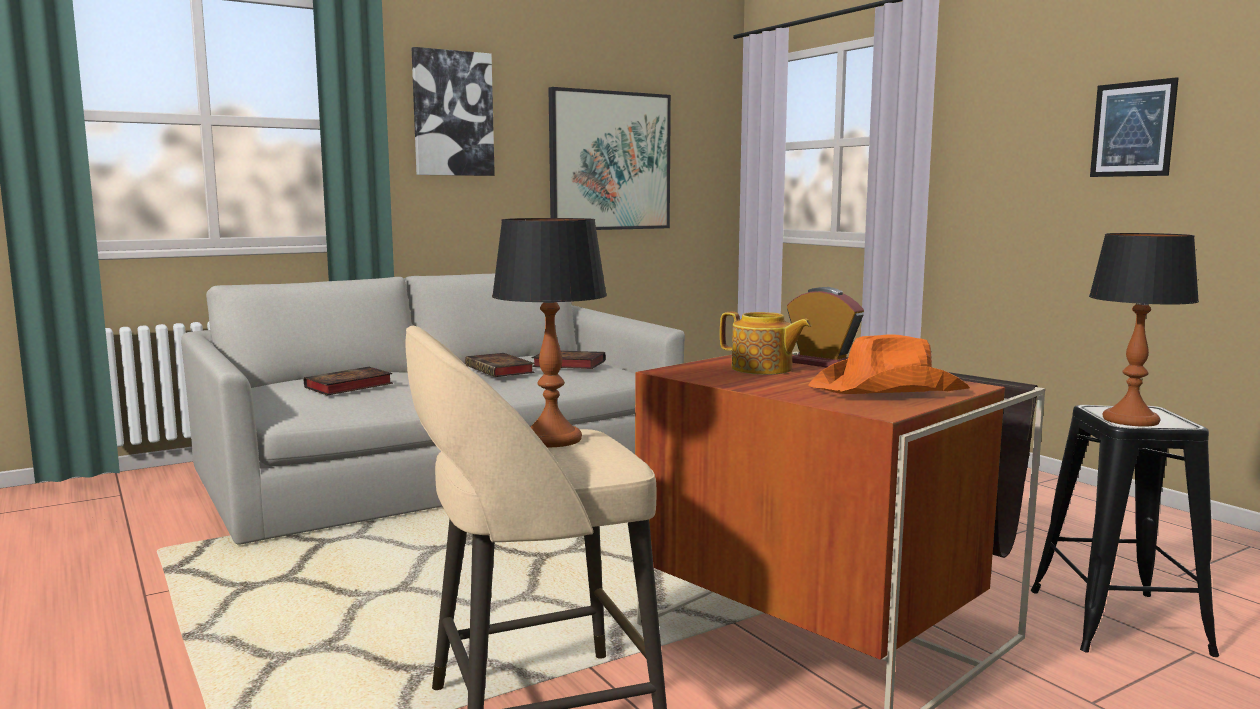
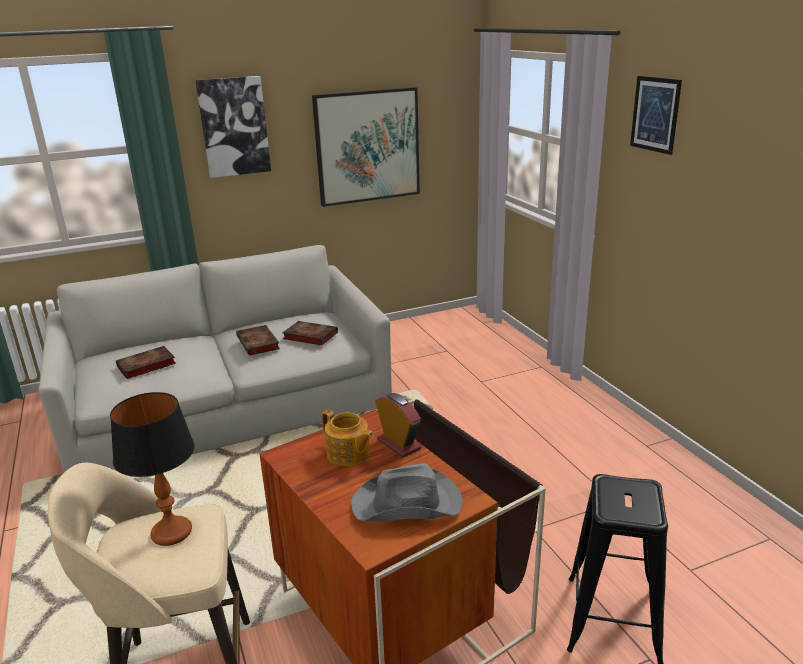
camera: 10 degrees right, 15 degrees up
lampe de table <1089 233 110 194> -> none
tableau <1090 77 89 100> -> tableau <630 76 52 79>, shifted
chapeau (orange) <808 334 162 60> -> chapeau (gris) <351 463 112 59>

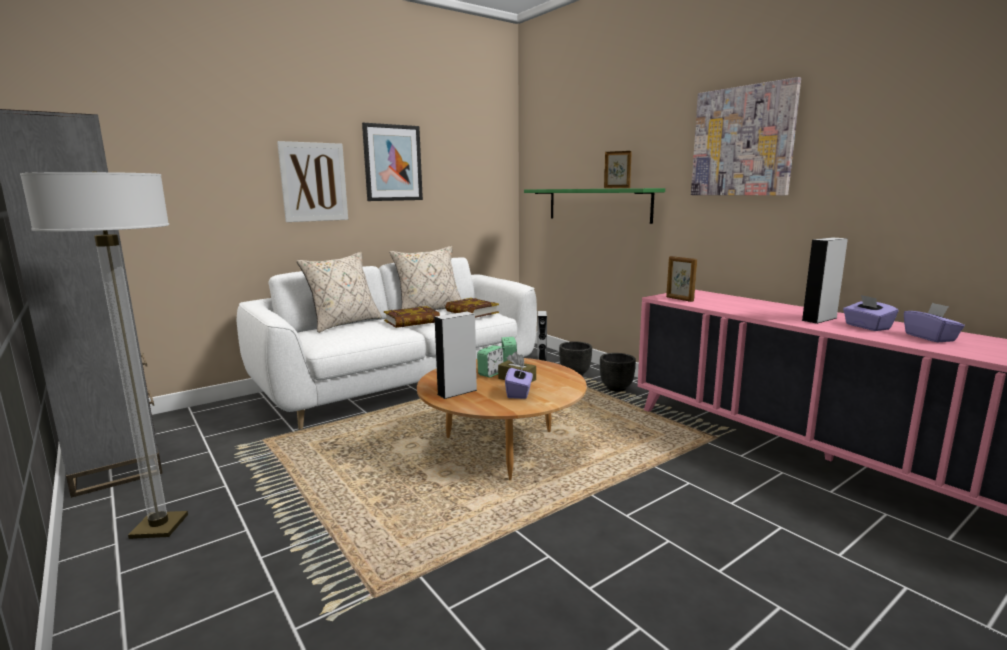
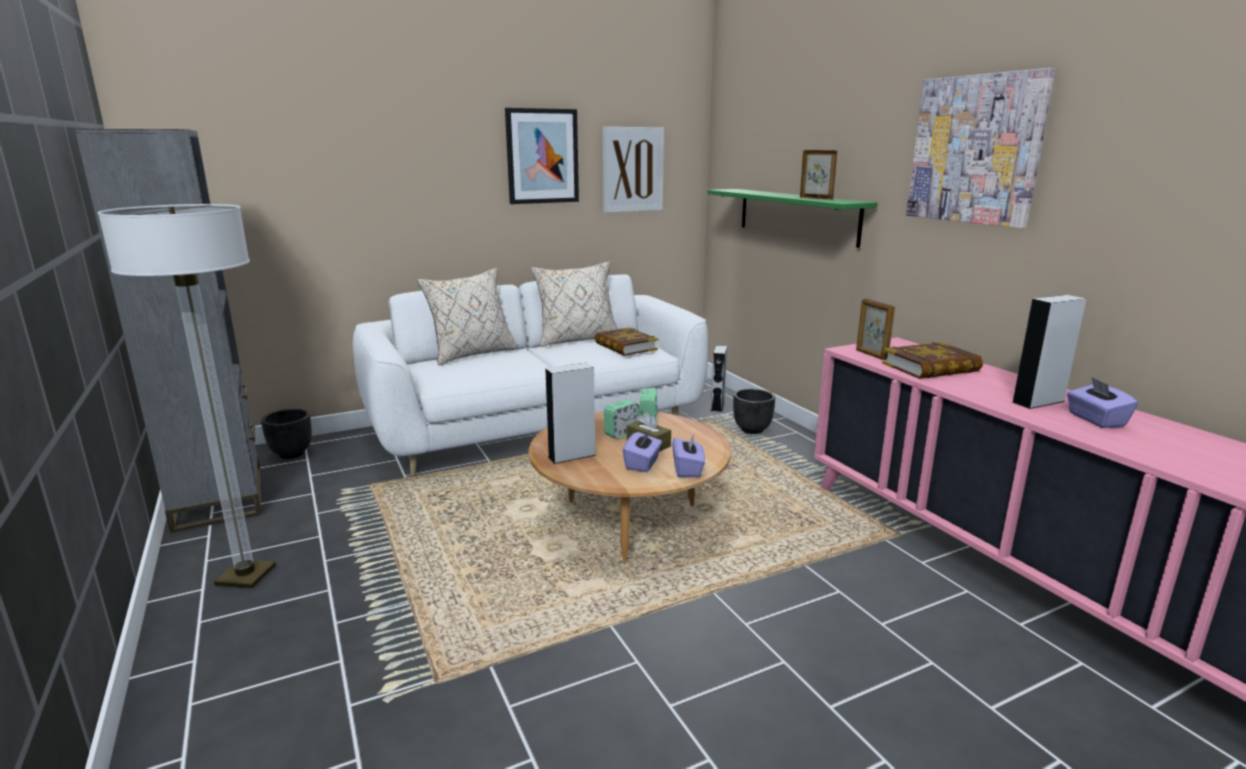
camera: 10 degrees right, 5 degrees up
tableau <277 141 71 81> -> tableau <602 127 62 86>, shifted
livre <384 306 56 22> -> livre <882 342 101 37>, shifted
cache-pot (noir) <600 353 36 39> -> cache-pot (noir) <261 409 51 50>, shifted
boîte à mouchoirs (violet) <904 302 61 40> -> boîte à mouchoirs (violet) <672 433 33 44>, shifted

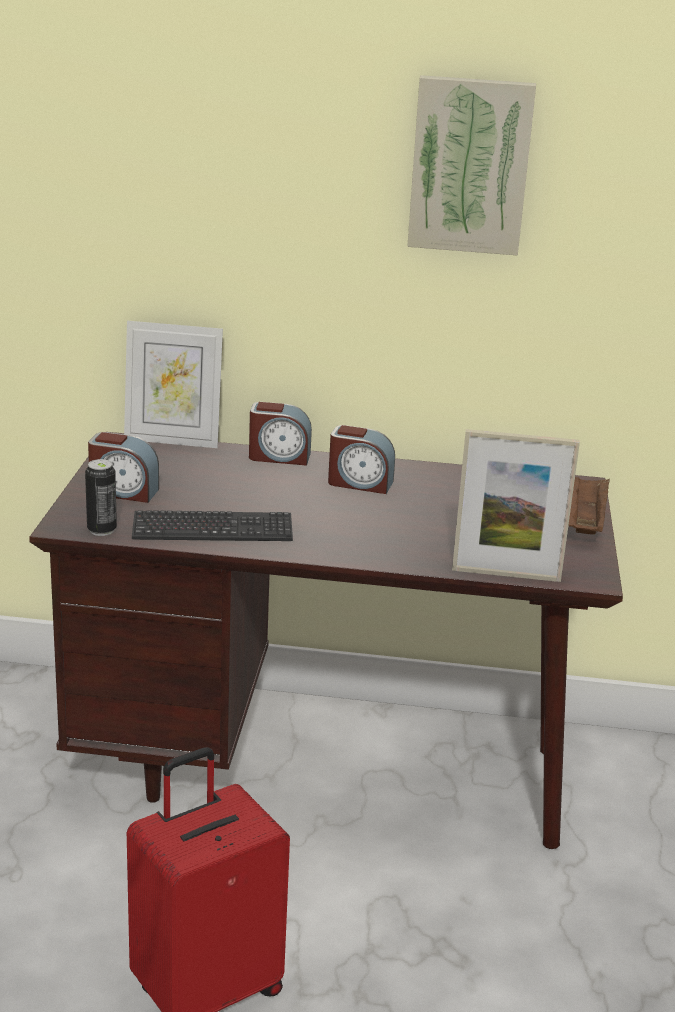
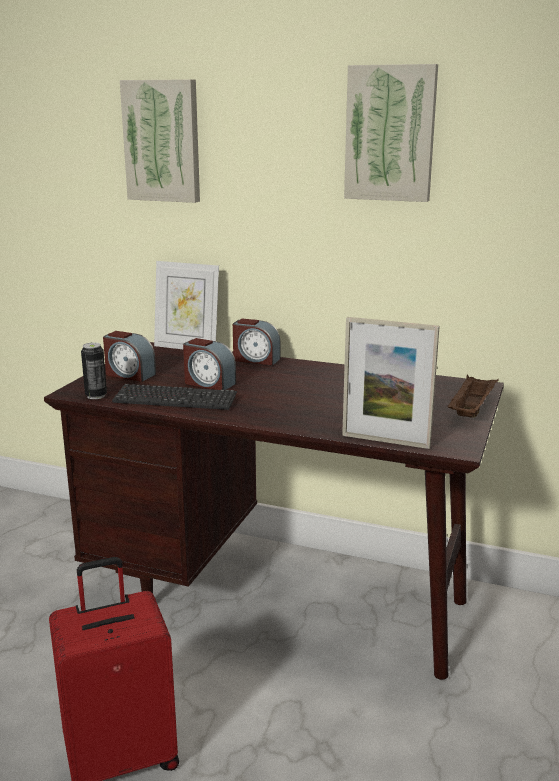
camera: 15 degrees right, 5 degrees down
none -> tableau <120 79 80 124>
réveil <328 425 67 69> -> réveil <183 338 53 52>, shifted

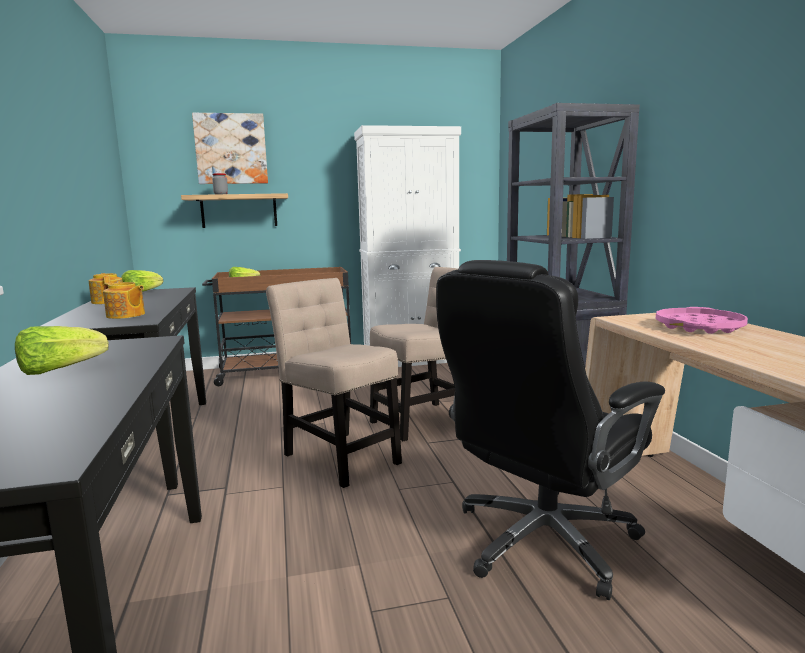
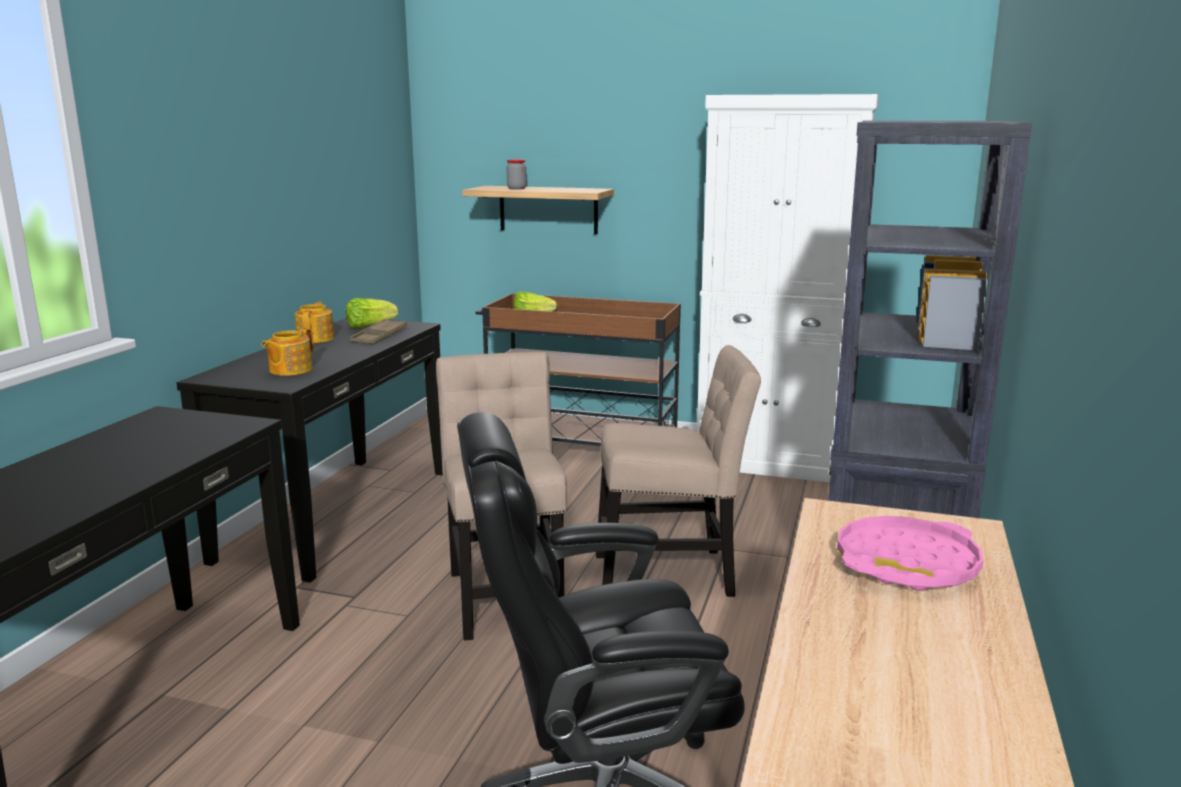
camera: 30 degrees right, 5 degrees up
laitue <15 326 94 49> -> none
tableau <192 113 76 71> -> none
none -> plateau (marron) <350 319 57 25>
théière <103 282 42 37> -> théière <261 328 53 48>, 60 degrees clockwise

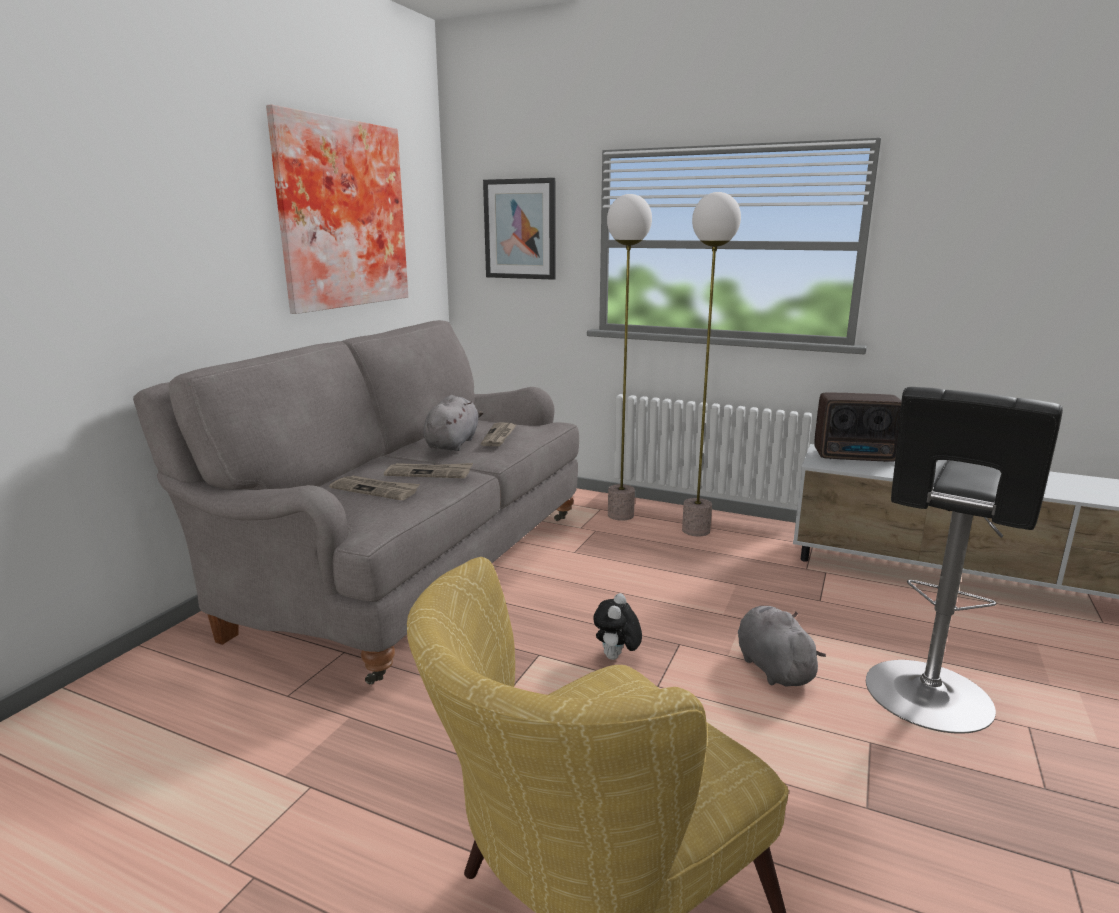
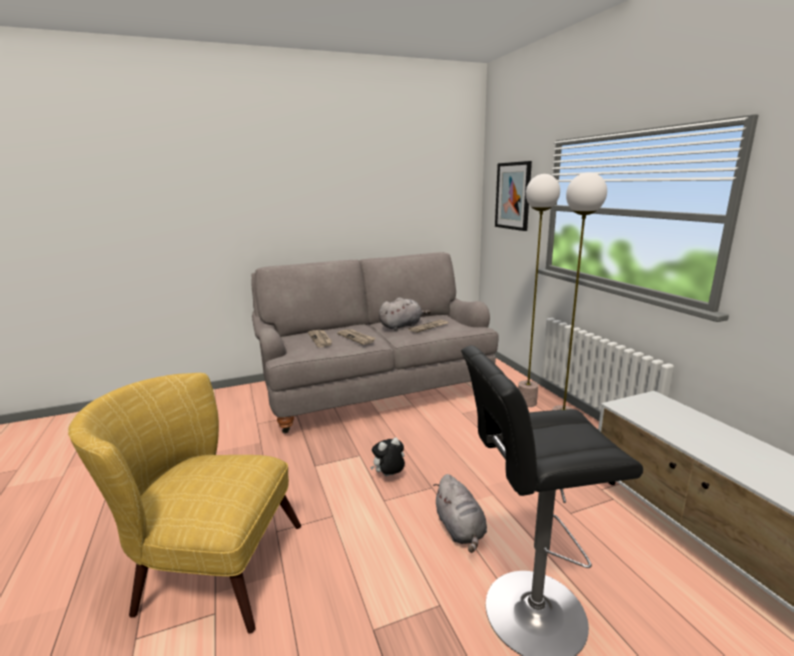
camera: 45 degrees right, 0 degrees up
tableau <266 104 142 210> -> none
radio <814 392 88 70> -> none
peluche (gris) <738 606 88 80> -> peluche (gris) <433 474 54 79>, 135 degrees clockwise

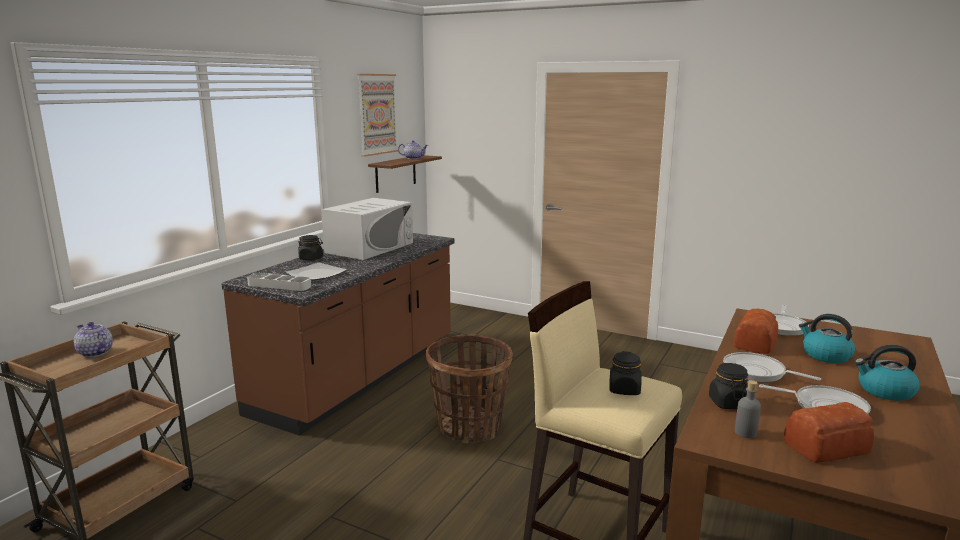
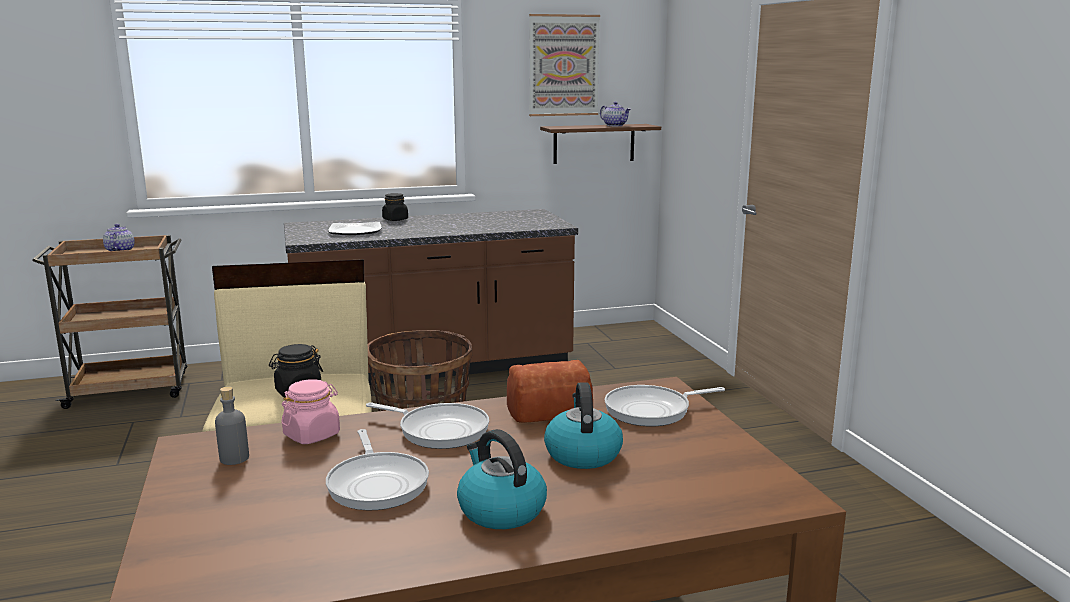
camera: 45 degrees right, 0 degrees up
plateau (gris) <247 273 64 18> -> none
micro-ondes (blanc) <321 198 92 62> -> none
pain <784 402 90 61> -> none
bocal (noir) <709 363 40 46> -> bocal (rose) <281 379 59 65>
poêle <723 352 98 30> -> poêle <366 402 123 47>, 120 degrees clockwise

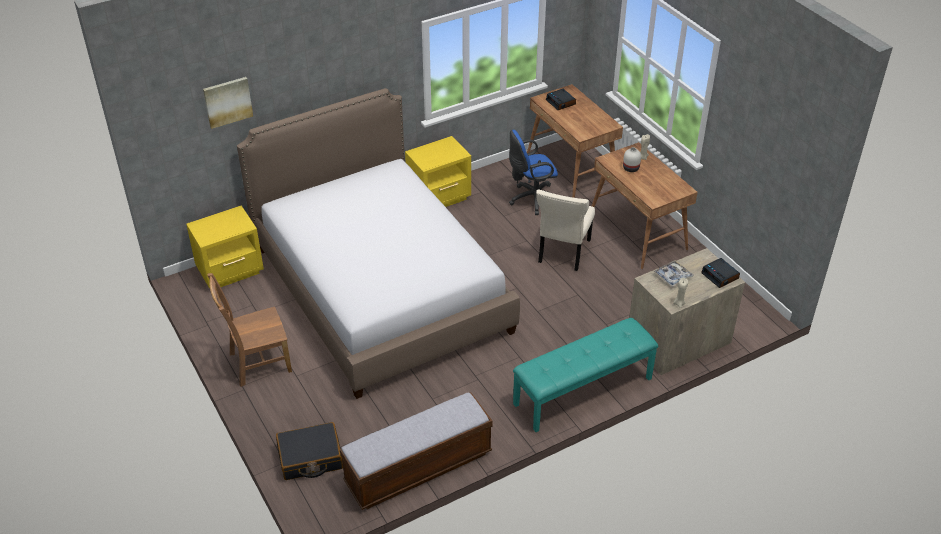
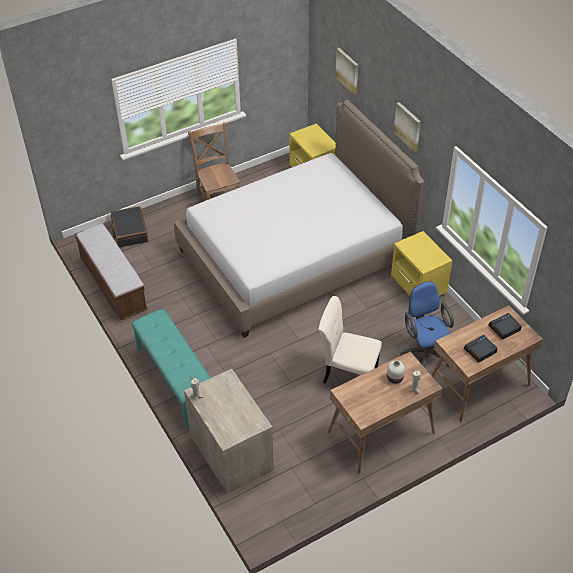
camera: 90 degrees right, 5 degrees up
plateau <654 260 39 27> -> none
none -> tableau <394 102 27 50>
réveil <701 258 39 30> -> réveil <464 335 34 28>, shifted

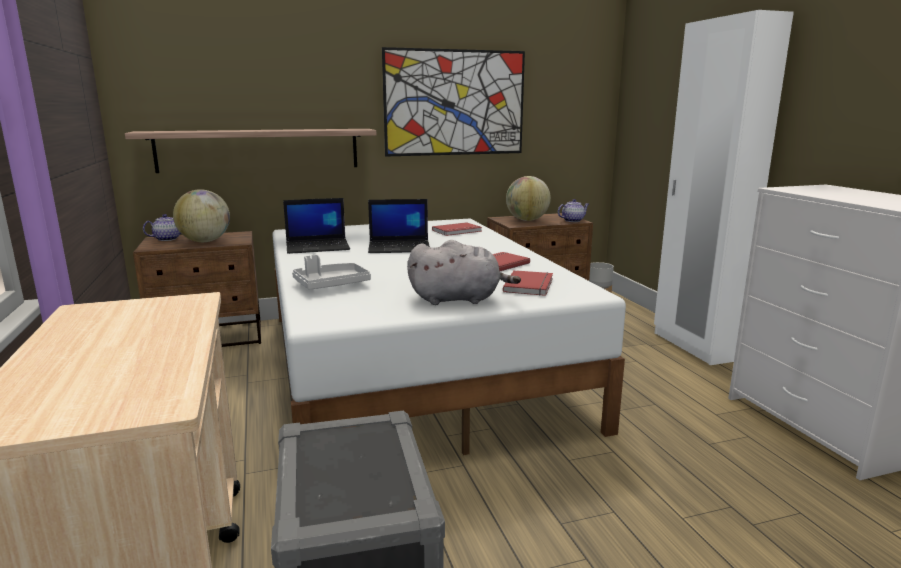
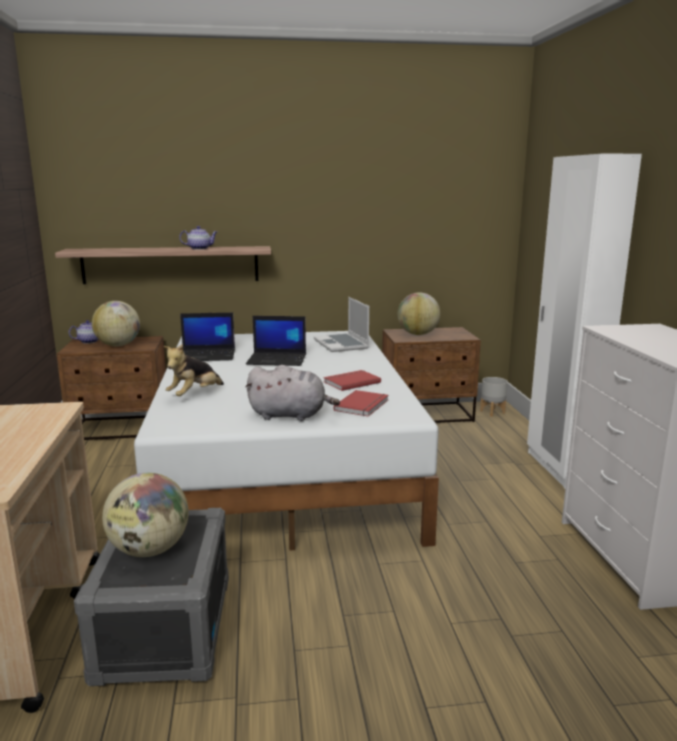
camera: 10 degrees right, 0 degrees up
tableau <382 47 143 109> -> none
none -> globe <102 473 87 84>
théière <558 199 31 23> -> théière <179 226 38 24>, shifted
plateau (gris) <292 255 79 35> -> peluche <164 344 60 52>
livre (rouge) <432 222 50 14> -> ordinateur portable <314 297 55 55>

